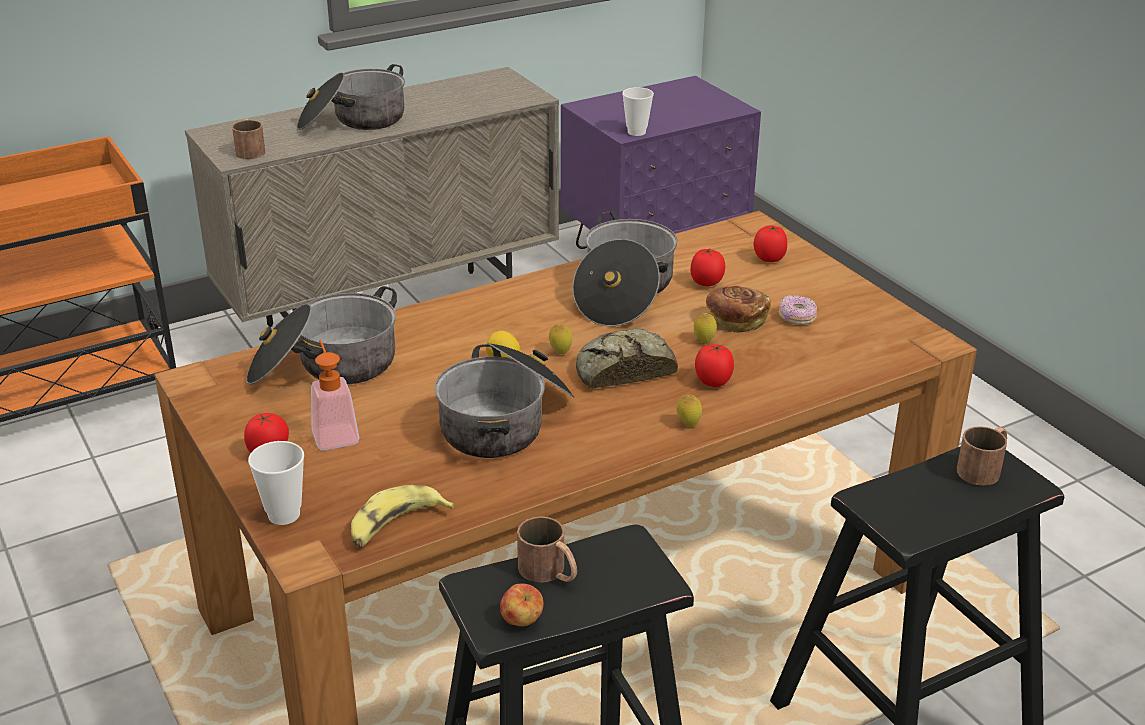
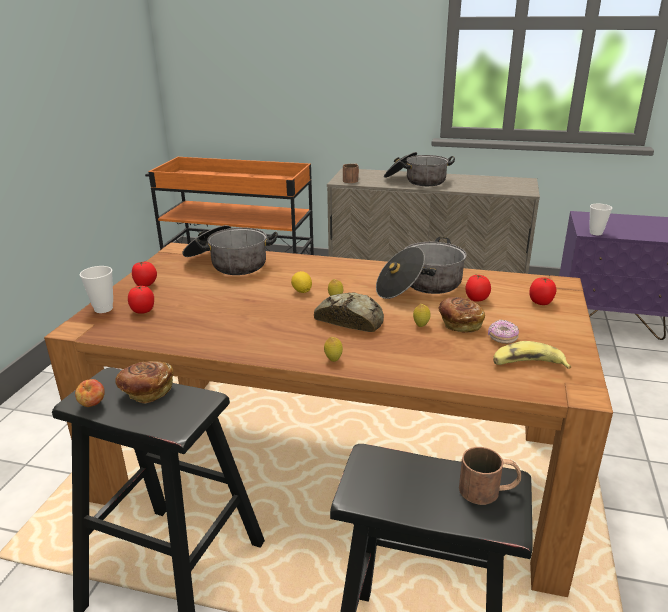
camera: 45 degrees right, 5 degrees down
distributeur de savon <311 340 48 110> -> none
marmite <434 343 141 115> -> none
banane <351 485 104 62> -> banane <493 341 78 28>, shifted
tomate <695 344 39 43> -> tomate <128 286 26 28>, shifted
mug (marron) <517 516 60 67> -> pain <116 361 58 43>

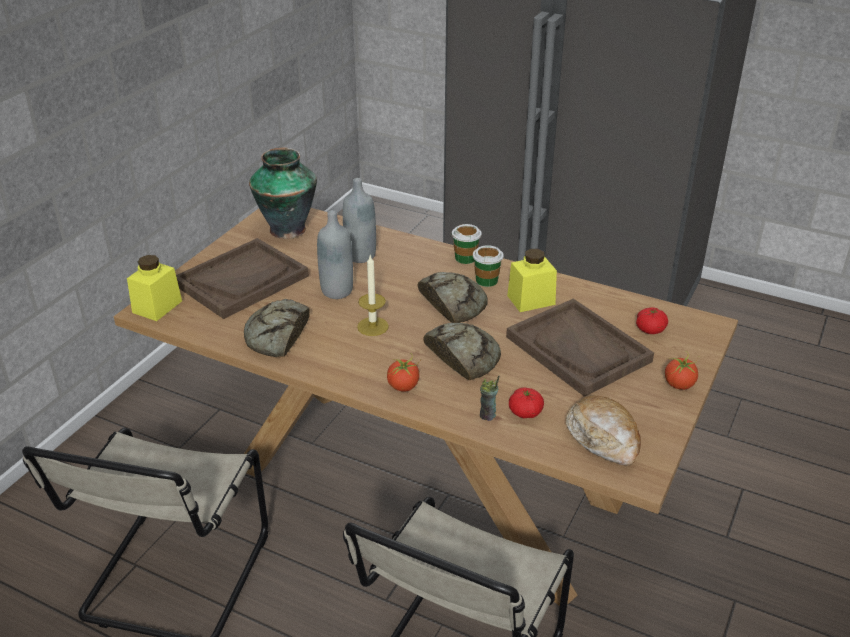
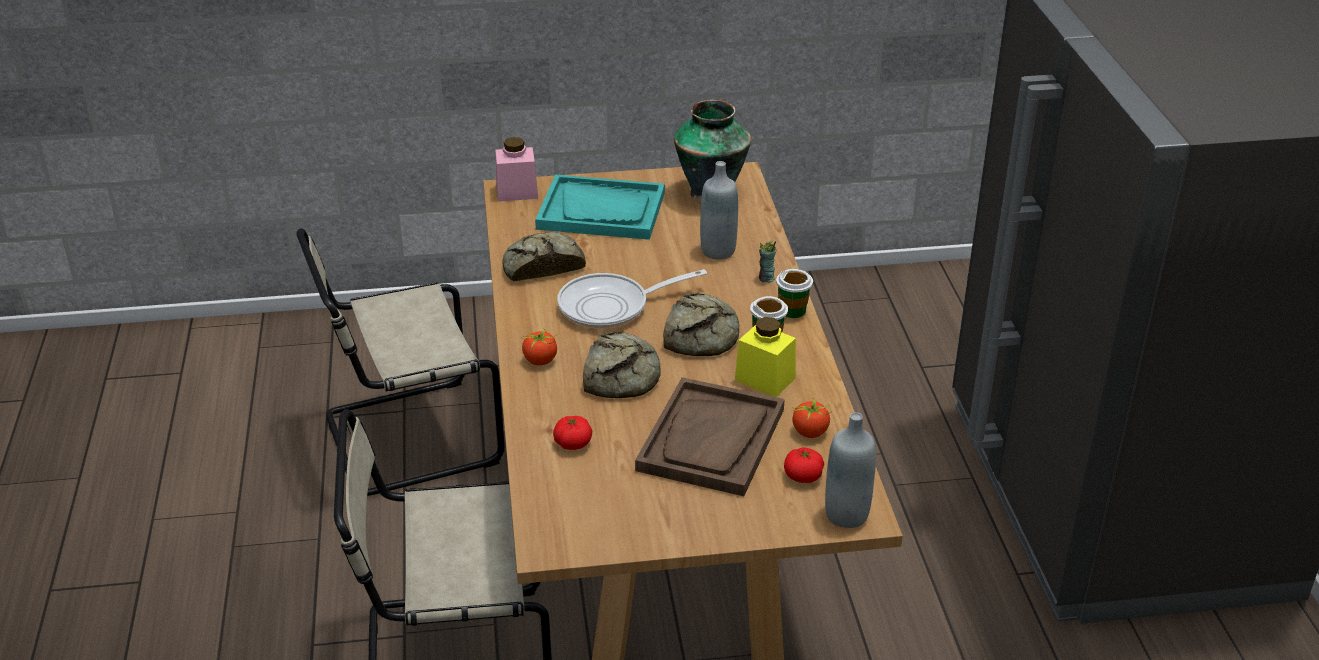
camera: 55 degrees right, 0 degrees up
pain <566 396 75 70> -> none
bouteille (gris) <317 210 36 89> -> bouteille (gris) <825 412 51 116>, shifted
tasse <480 376 19 45> -> tasse <759 241 17 42>, shifted
tomate <665 351 34 39> -> tomate <792 398 40 40>, shifted
bougie <357 256 32 80> -> poêle <557 269 150 59>
bocal (jaune) <127 255 55 66> -> bocal (rose) <495 137 43 65>
plateau (marron) <176 238 133 81> -> plateau (turquoise) <535 175 130 65>

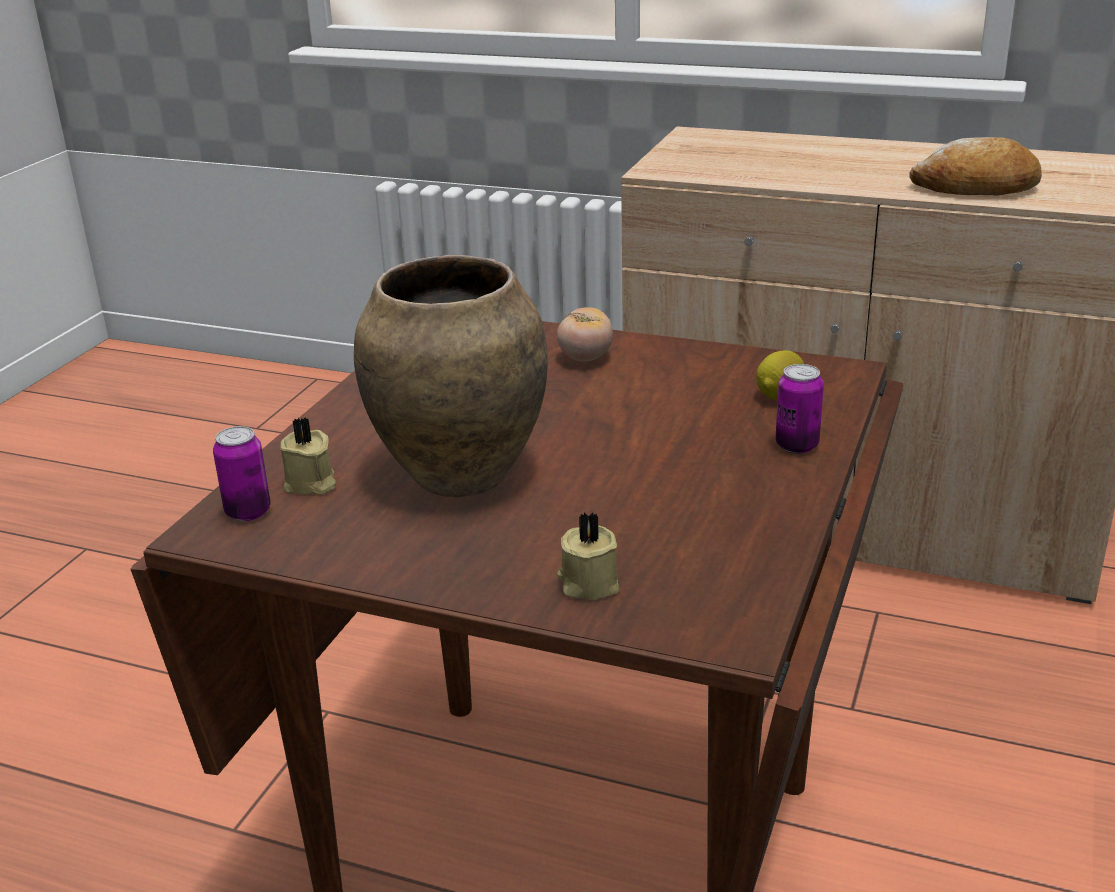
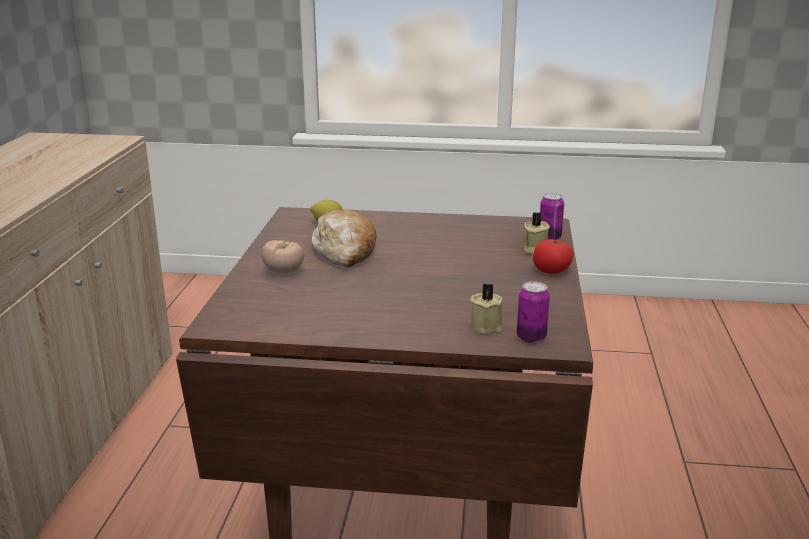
camera: 105 degrees left, 5 degrees down
vase (marron) <354 255 194 242> -> none
none -> tomate <533 239 40 35>
boîte métallique <775 364 49 90> -> boîte métallique <540 193 24 47>, shifted
pain <909 137 133 58> -> pain <312 210 65 58>, shifted

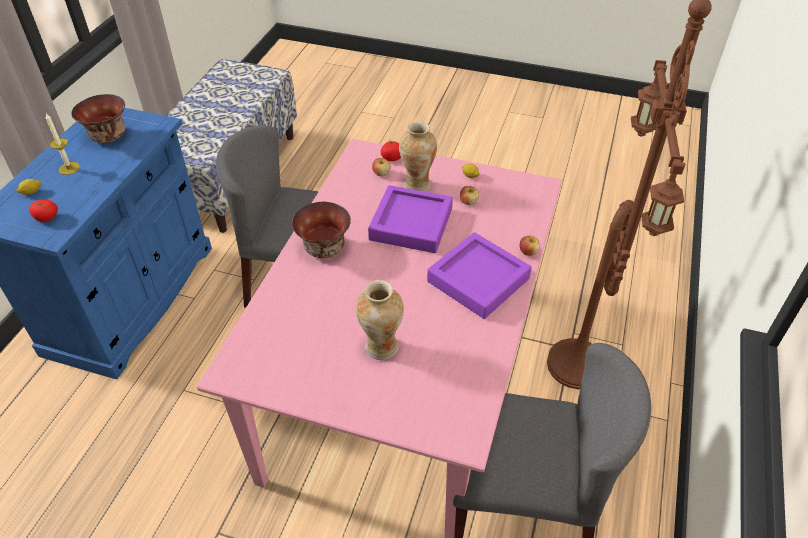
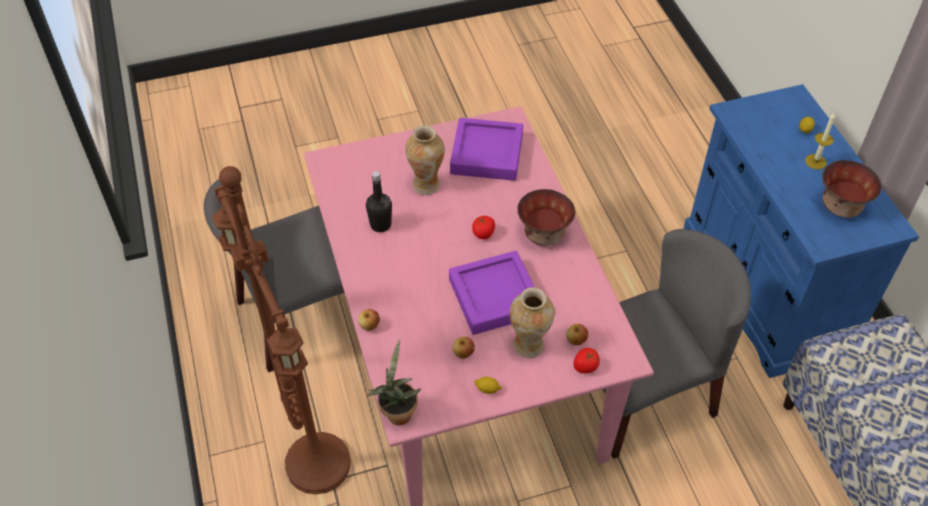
camera: 145 degrees right, 5 degrees up
none -> bouteille (noir) <366 171 26 61>
none -> plante en pot <368 339 53 86>
tomate <30 199 28 23> -> tomate <472 216 23 23>, shifted
plateau (violet) <427 232 105 87> -> plateau (violet) <450 118 73 63>, shifted

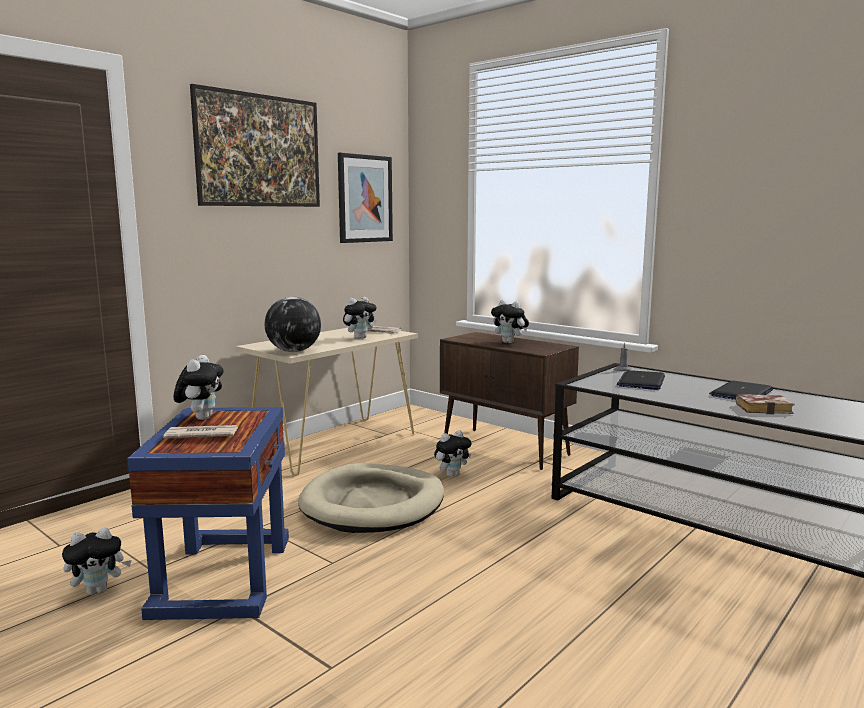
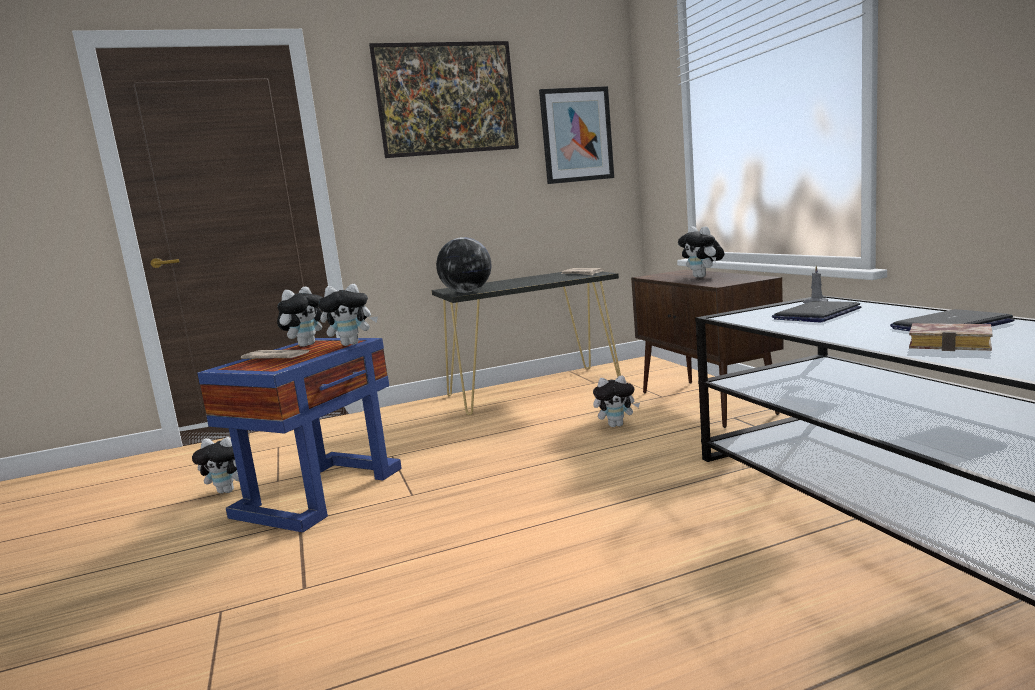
camera: 30 degrees right, 0 degrees up
panier pour chien (beige) <298 463 146 70> -> none
peluche <343 297 34 42> -> peluche <318 284 60 62>, shifted
table console (beige) <236 328 182 148> -> table console (noir) <431 272 190 143>

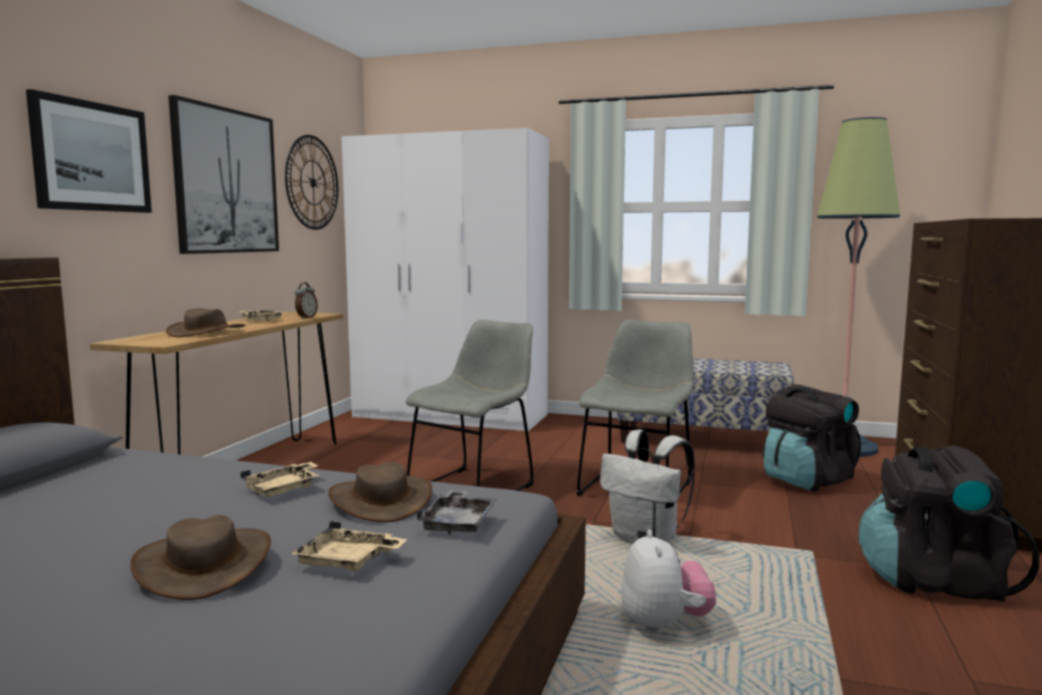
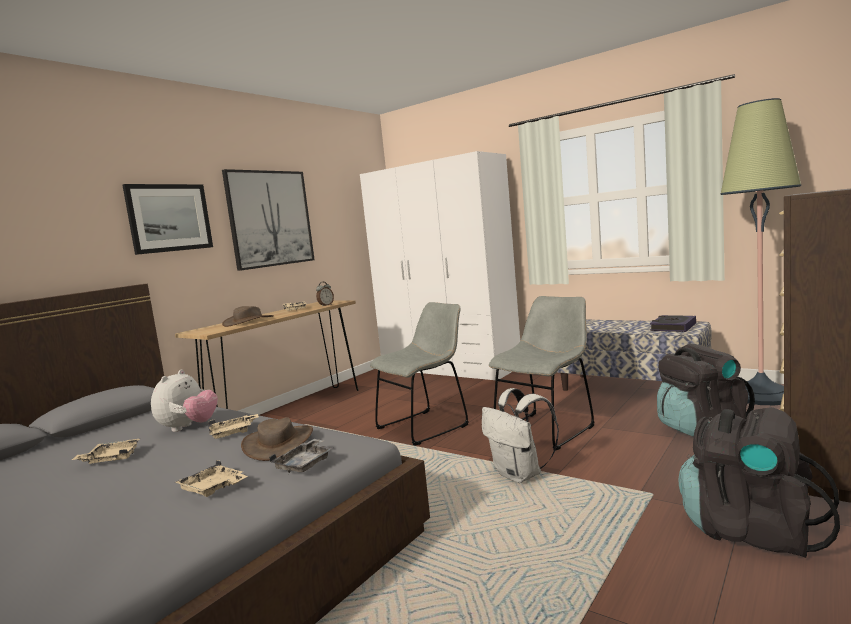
camera: 20 degrees right, 0 degrees up
chapeau (marron) <130 515 141 85> -> none
horloge murale <285 135 53 95> -> none
none -> plateau (beige) <72 438 69 26>
none -> livre <650 315 46 17>
peluche <621 530 95 104> -> peluche <151 370 67 62>, shifted

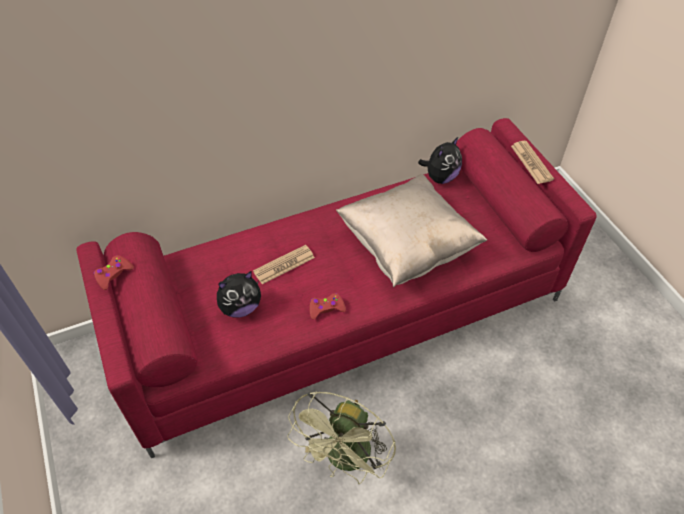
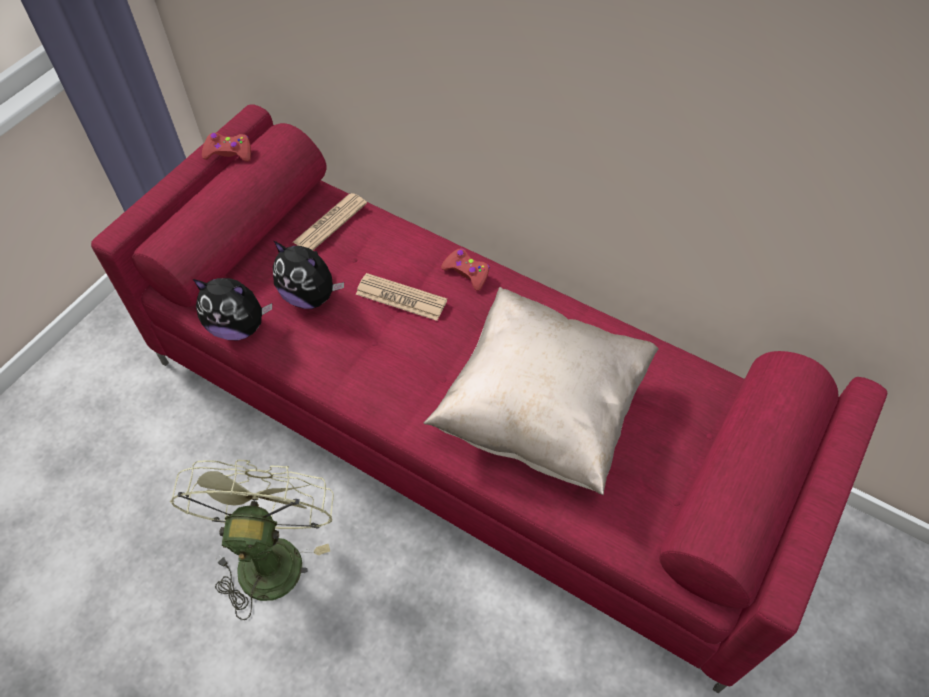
camera: 55 degrees right, 5 degrees up
manette (rouge) <309 293 37 27> -> manette (rouge) <441 248 49 43>, shifted
peluche <418 136 44 48> -> peluche <193 278 79 62>, shifted
journal <511 141 43 43> -> journal <293 193 74 57>, shifted
ventilateur (vert) <287 391 109 93> -> ventilateur (vert) <170 459 164 161>, 105 degrees clockwise

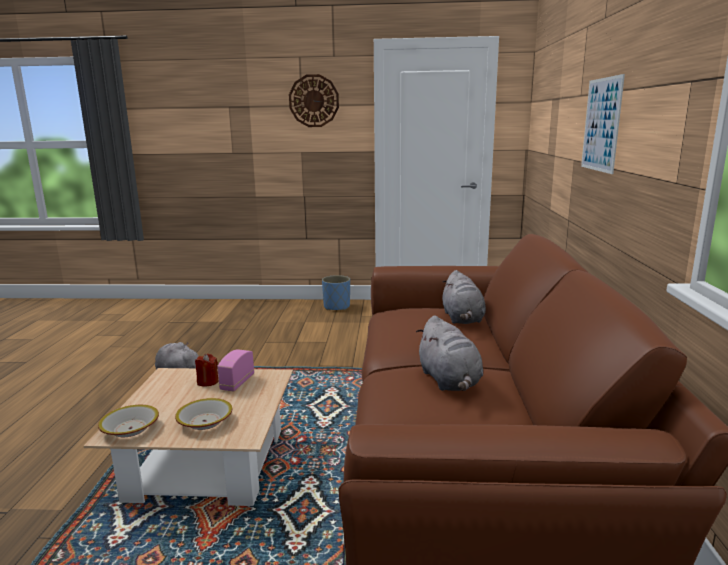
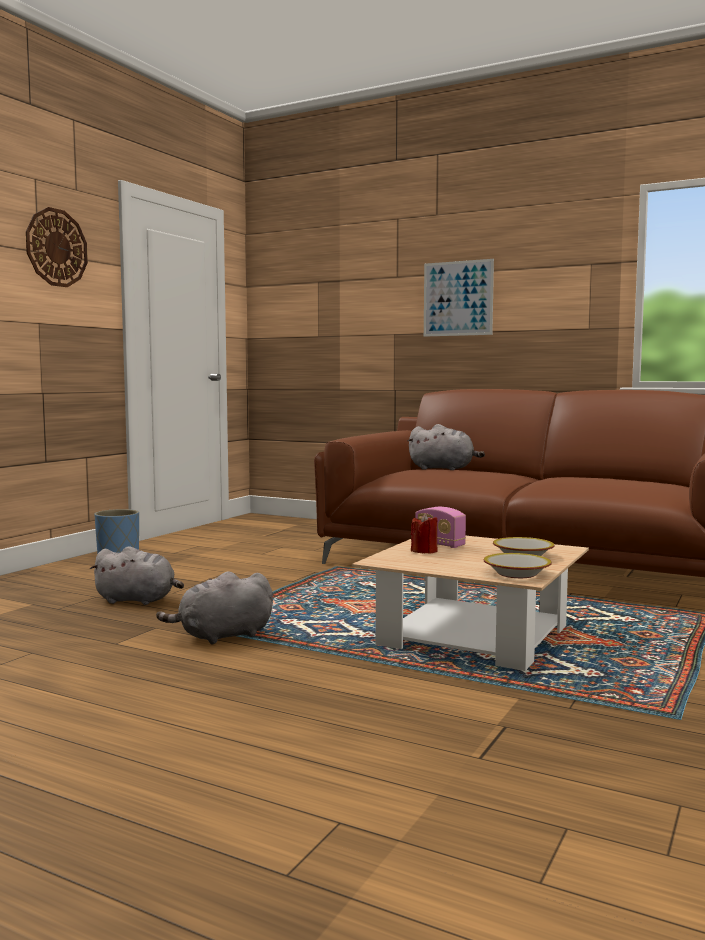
camera: 65 degrees left, 10 degrees down
peluche (gris) <416 316 67 75> -> peluche (gris) <90 546 94 59>, shifted

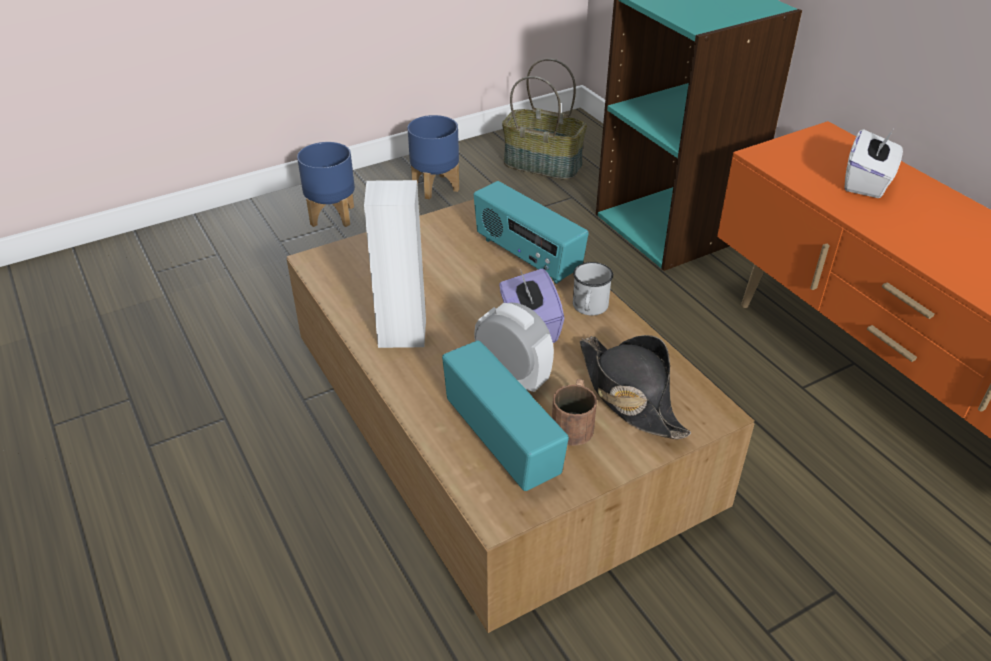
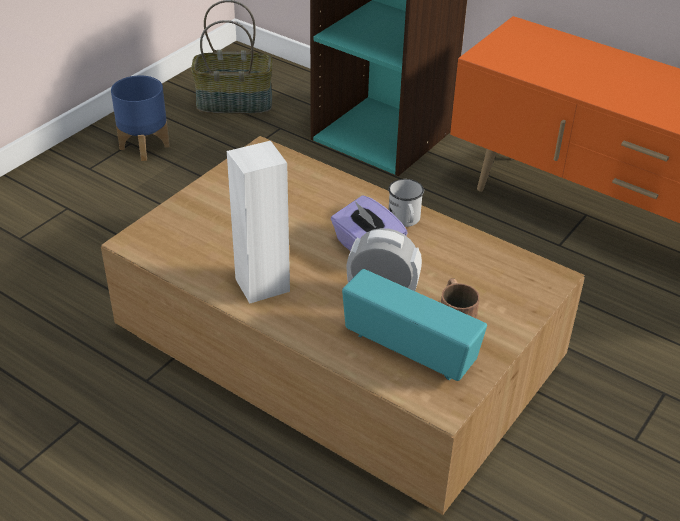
camera: 25 degrees left, 0 degrees up
cache-pot (bleu) <297 142 58 85> -> none
radio <474 181 115 103> -> none
chapeau (noir) <580 335 111 104> -> none
boîte à mouchoirs (blanc) <844 129 59 69> -> none

